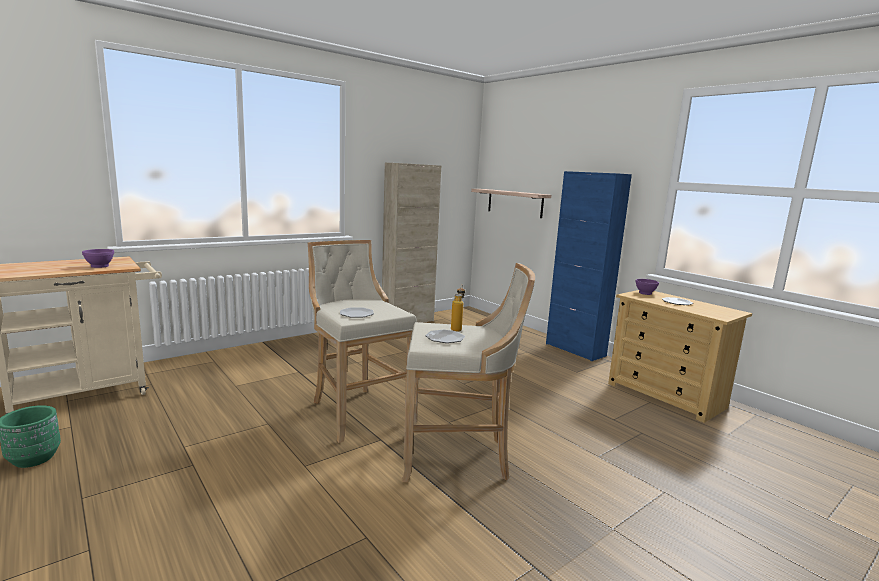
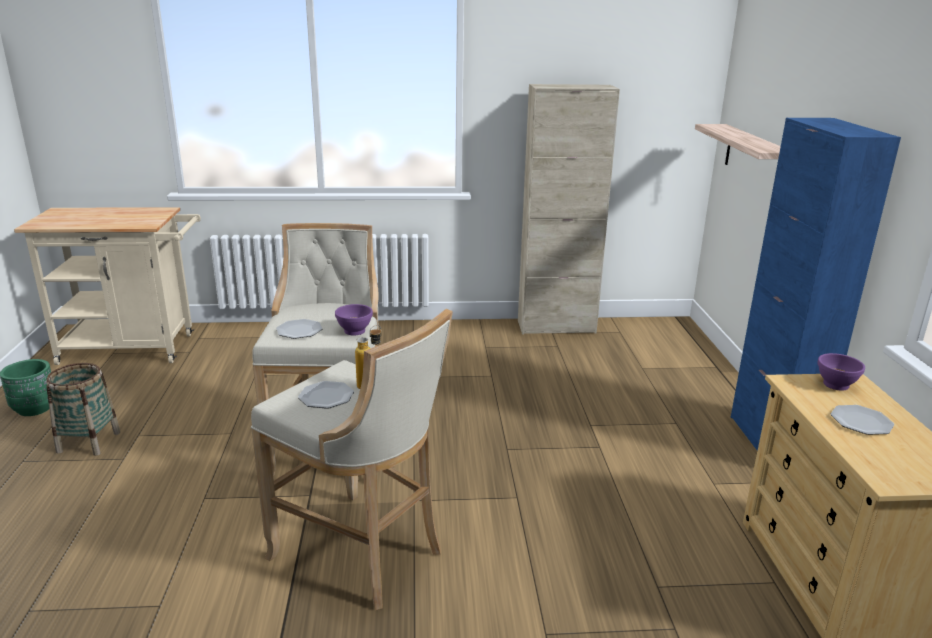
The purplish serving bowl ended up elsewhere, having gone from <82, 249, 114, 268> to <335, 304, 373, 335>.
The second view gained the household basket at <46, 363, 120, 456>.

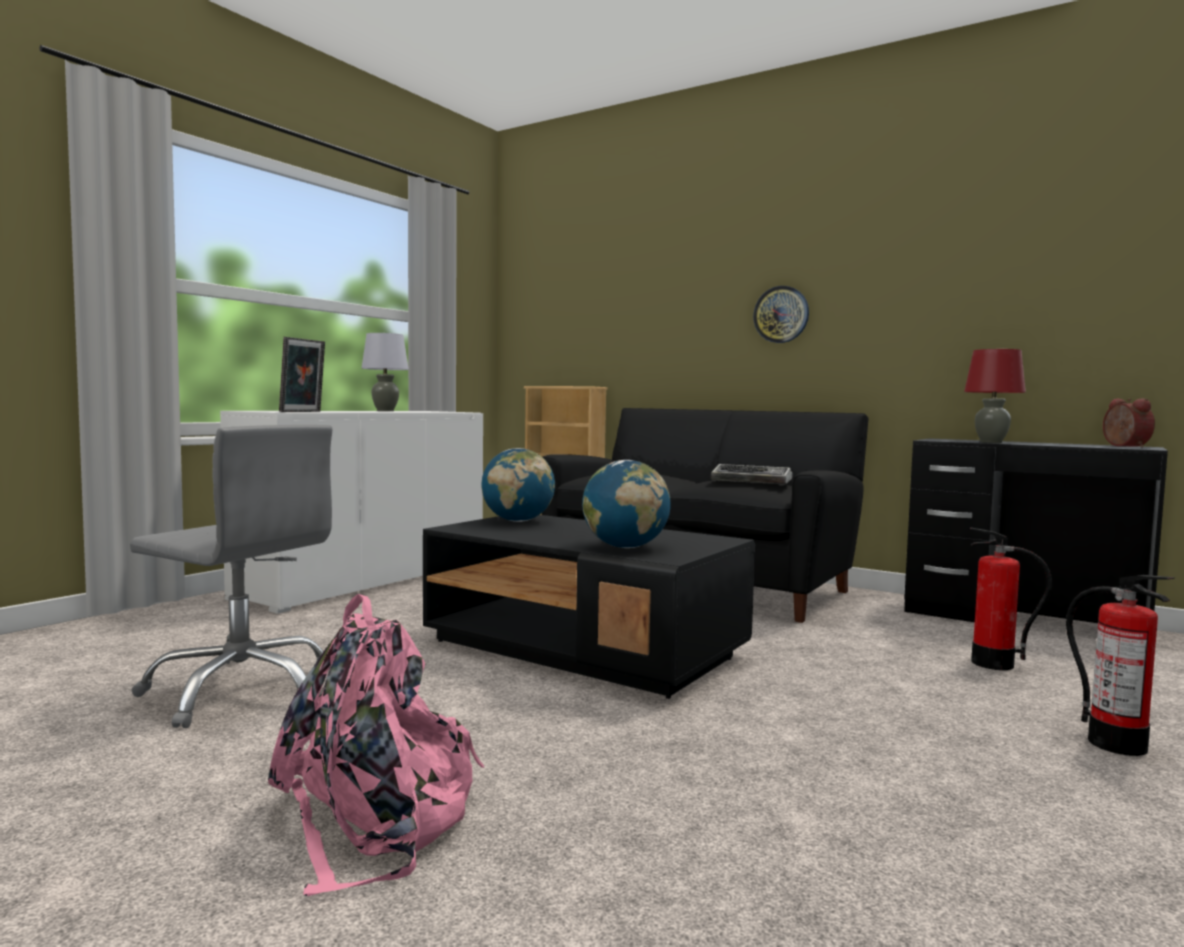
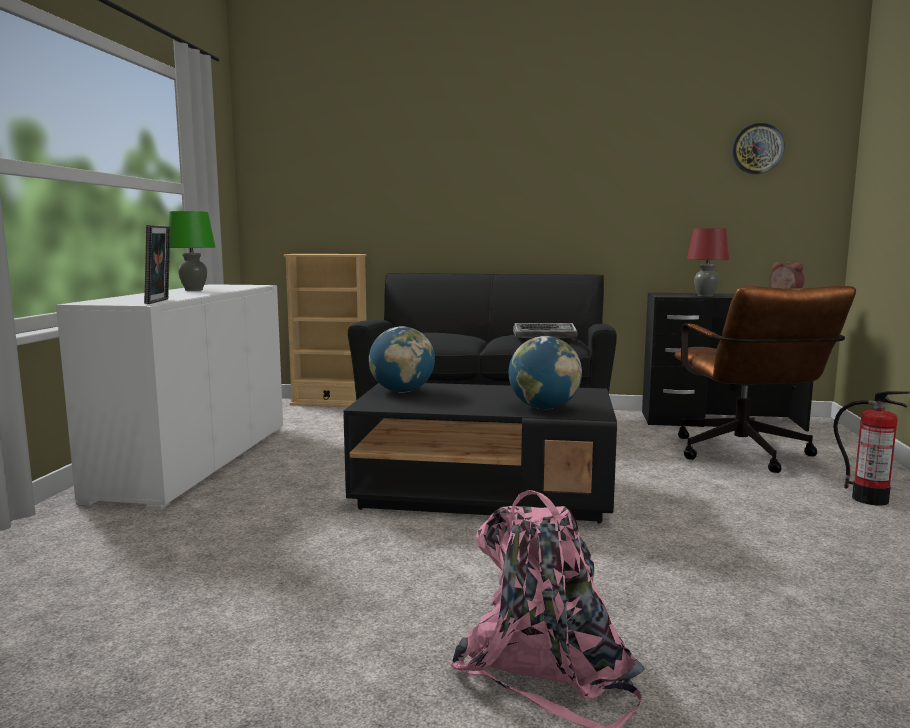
The hanging clock ended up elsewhere, having gone from <753, 286, 809, 343> to <732, 123, 785, 174>.
What was the greyish tabletop lamp at <361, 333, 409, 411> turned into the green tabletop lamp at <168, 211, 216, 291>.
The second view lost the greyish desk chair at <130, 425, 332, 728>.
Where the fire-fighting cylinder stood at <970, 527, 1052, 670>, the brownish desk chair came to stand at <675, 285, 856, 473>.

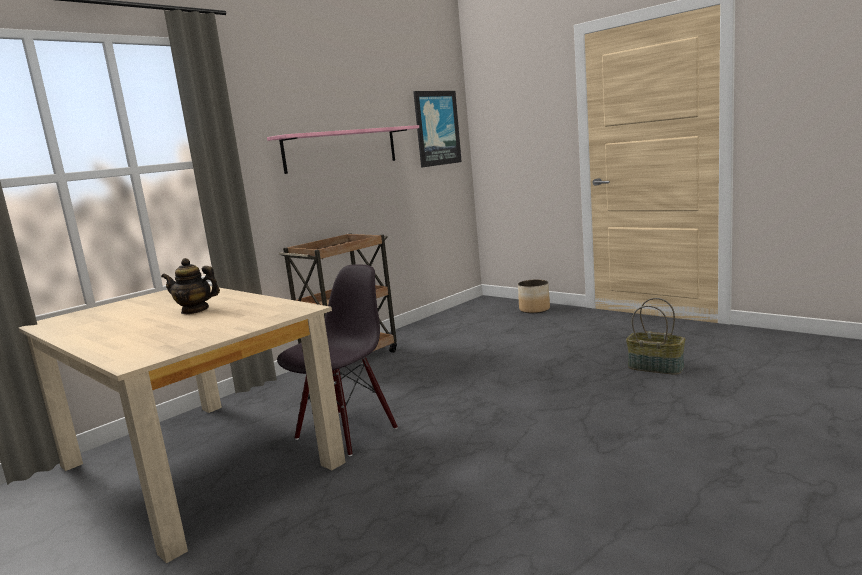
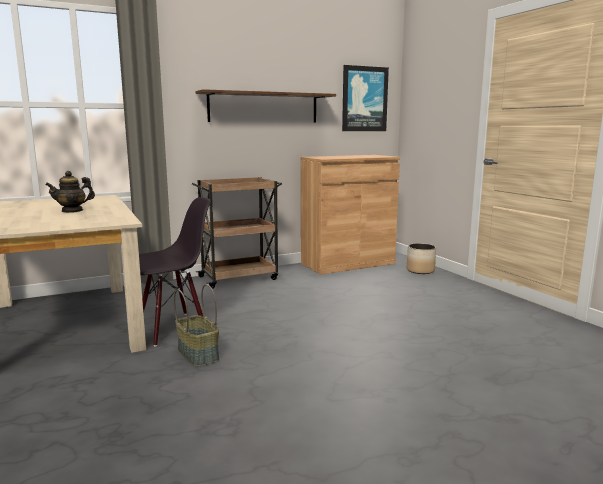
What was the pink bracket shelf at <267, 125, 419, 174> turned into the brownish bracket shelf at <196, 89, 336, 122>.
The pot for tea at <161, 258, 220, 314> ended up facing another way, 60 degrees counterclockwise from before.
The household basket ended up elsewhere, having gone from <626, 298, 685, 375> to <174, 284, 219, 366>.
The second view gained the brownish cupboard at <301, 155, 400, 275>.

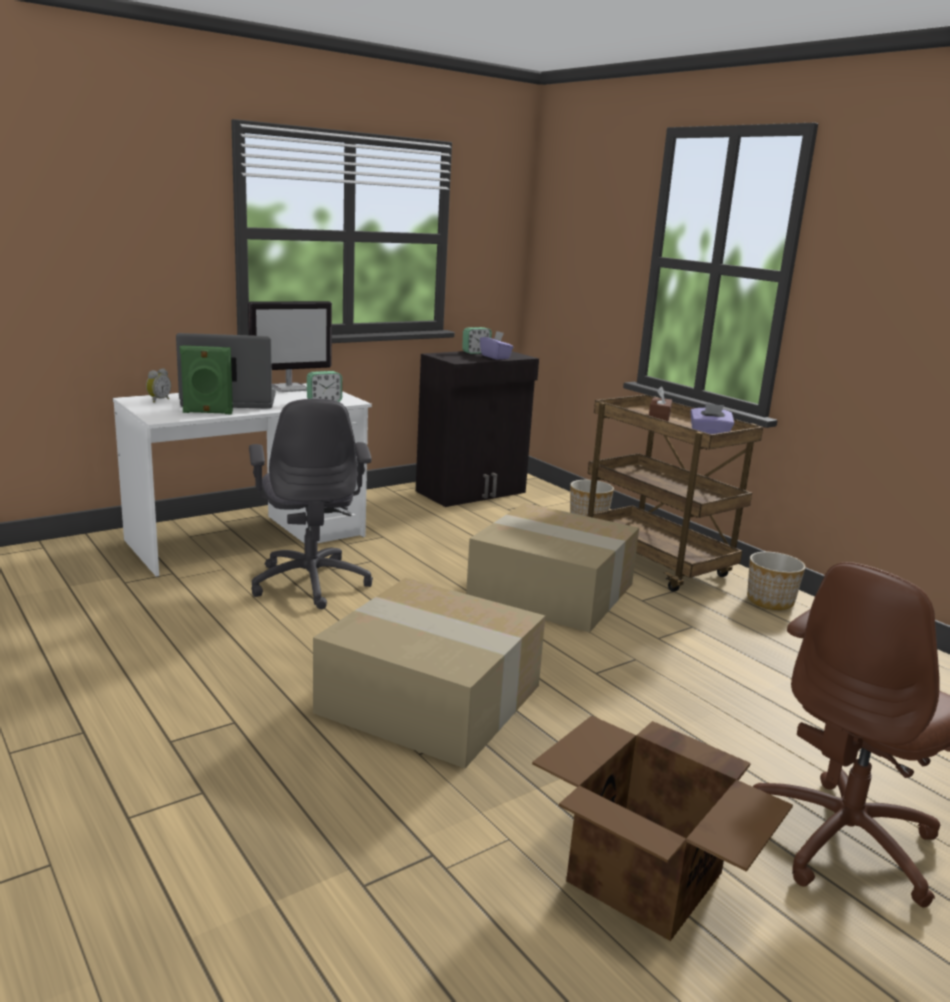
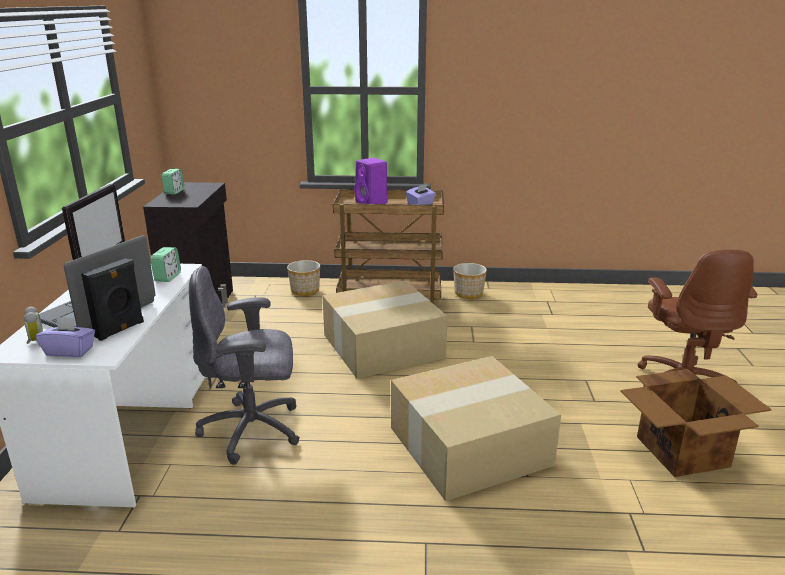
The purplish box of tissues ended up elsewhere, having gone from <480, 331, 514, 359> to <36, 316, 95, 357>.
What was the green audio speaker at <180, 345, 233, 414> turned into the black audio speaker at <81, 258, 144, 341>.
Where the brownish box of tissues stood at <649, 386, 672, 421>, the purplish audio speaker came to stand at <354, 158, 388, 204>.
The greyish desk chair at <249, 399, 373, 609> ended up facing another way, 150 degrees clockwise from before.

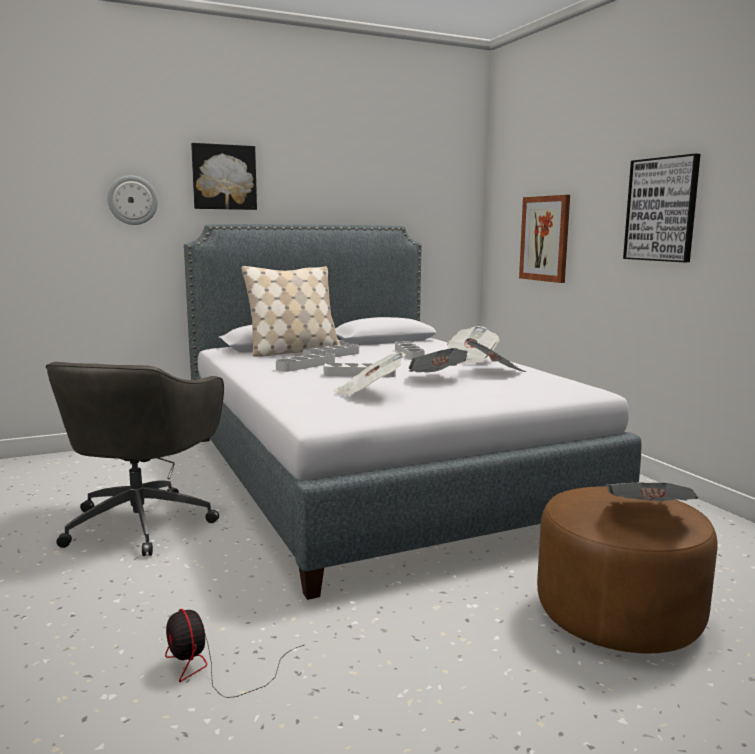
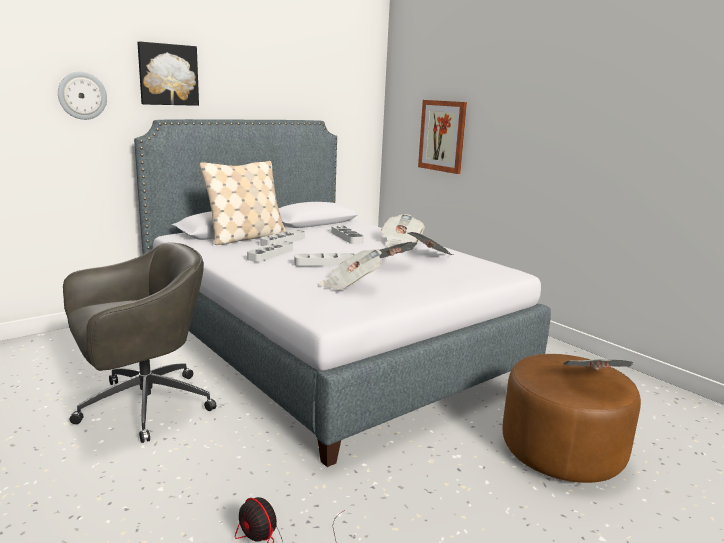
The second view lost the wall picture at <623, 153, 701, 262>.
The greyish desk chair at <46, 362, 224, 556> ended up facing another way, 120 degrees counterclockwise from before.

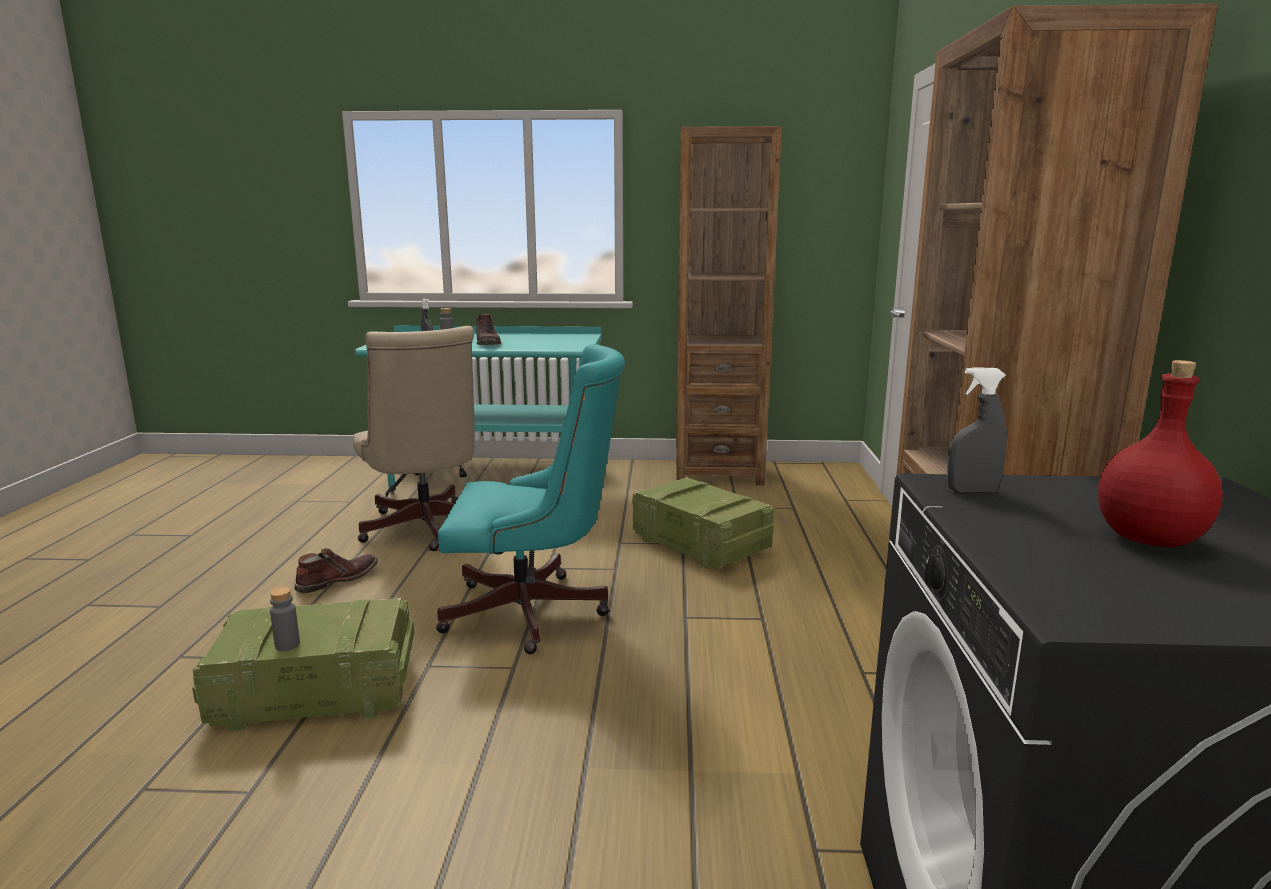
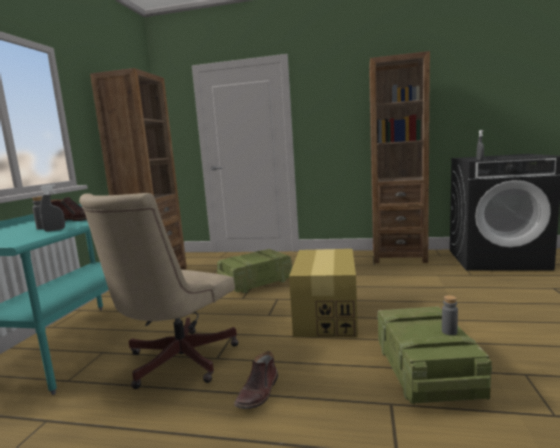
The beige desk chair at <353, 326, 475, 551> ended up facing another way, 135 degrees clockwise from before.
Where the blue-green desk chair stood at <436, 344, 625, 654>, the packing box came to stand at <289, 249, 358, 337>.
The second view lost the red bottle at <1098, 360, 1223, 547>.
The brownish tall boot at <294, 548, 378, 593> ended up facing another way, 120 degrees counterclockwise from before.

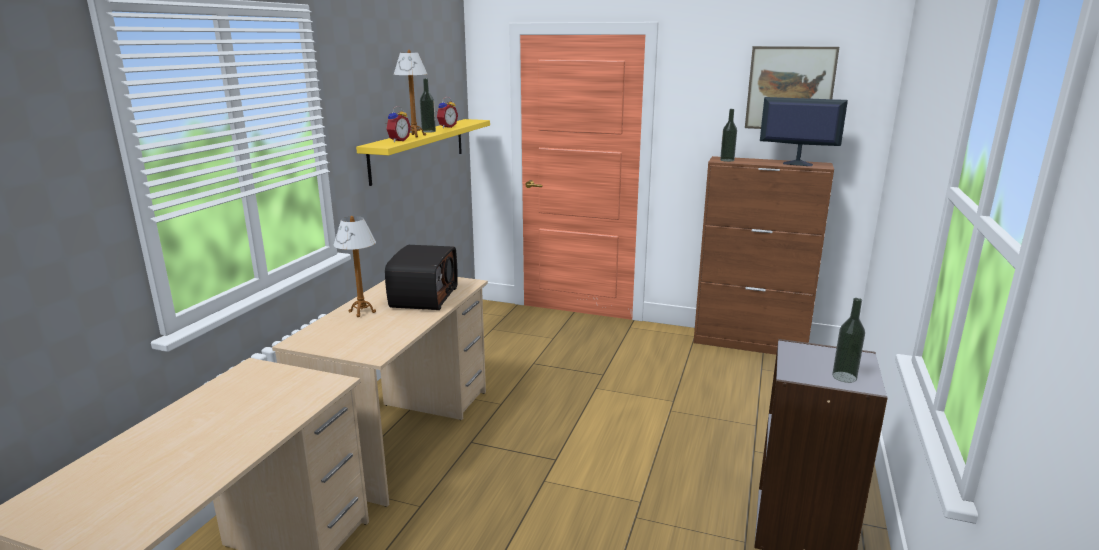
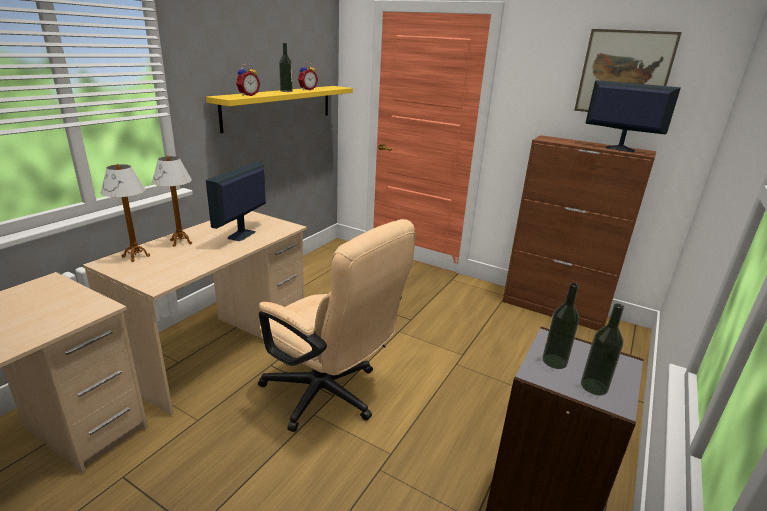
The tabletop lamp ended up elsewhere, having gone from <394, 50, 427, 138> to <101, 164, 150, 262>.
The bottle ended up elsewhere, having gone from <720, 109, 737, 162> to <543, 282, 579, 369>.
Where the radio set stood at <385, 245, 458, 310>, the computer display came to stand at <206, 161, 266, 241>.
The second view gained the beige desk chair at <258, 219, 416, 432>.

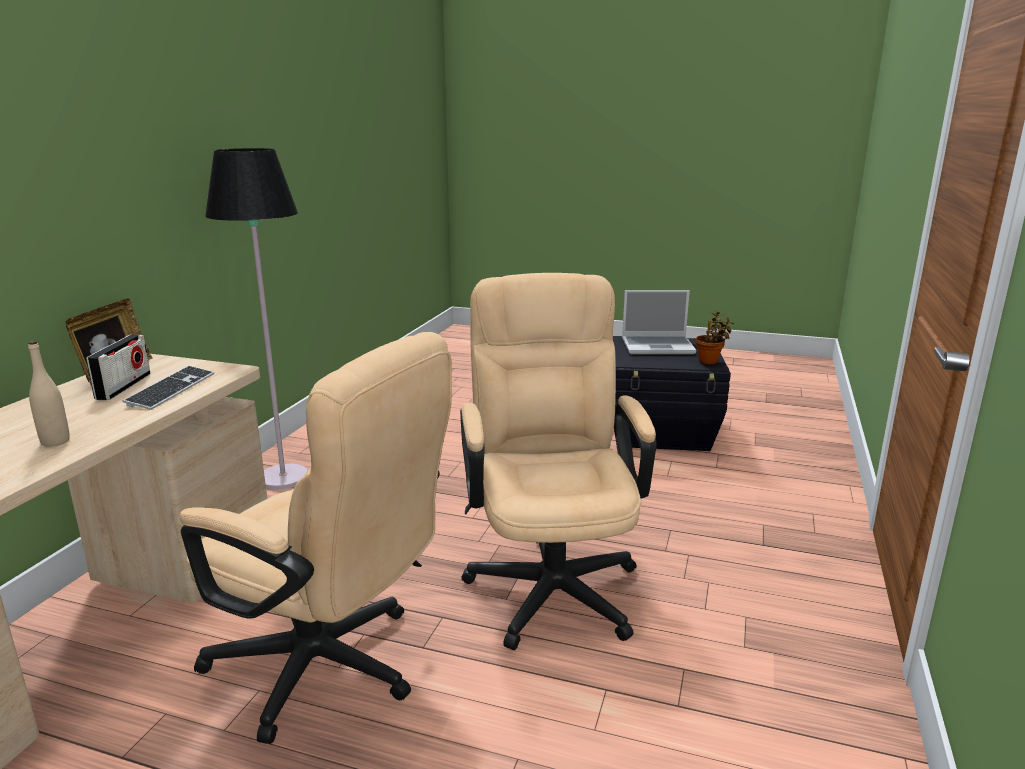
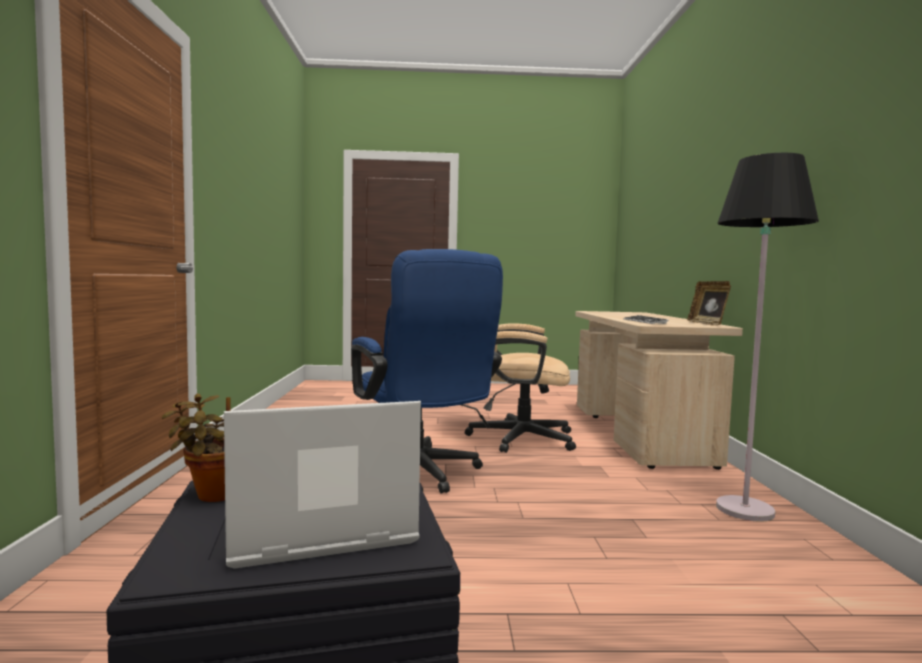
What was the beige desk chair at <460, 273, 657, 650> turned into the blue desk chair at <351, 249, 503, 493>.
The second view lost the radio set at <86, 334, 151, 400>.
The second view lost the beige bottle at <28, 341, 70, 447>.

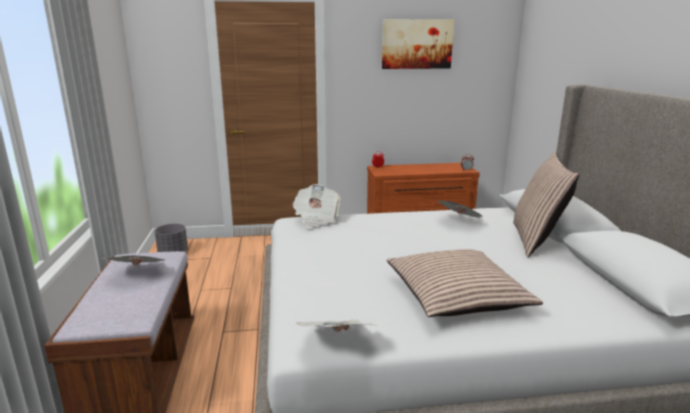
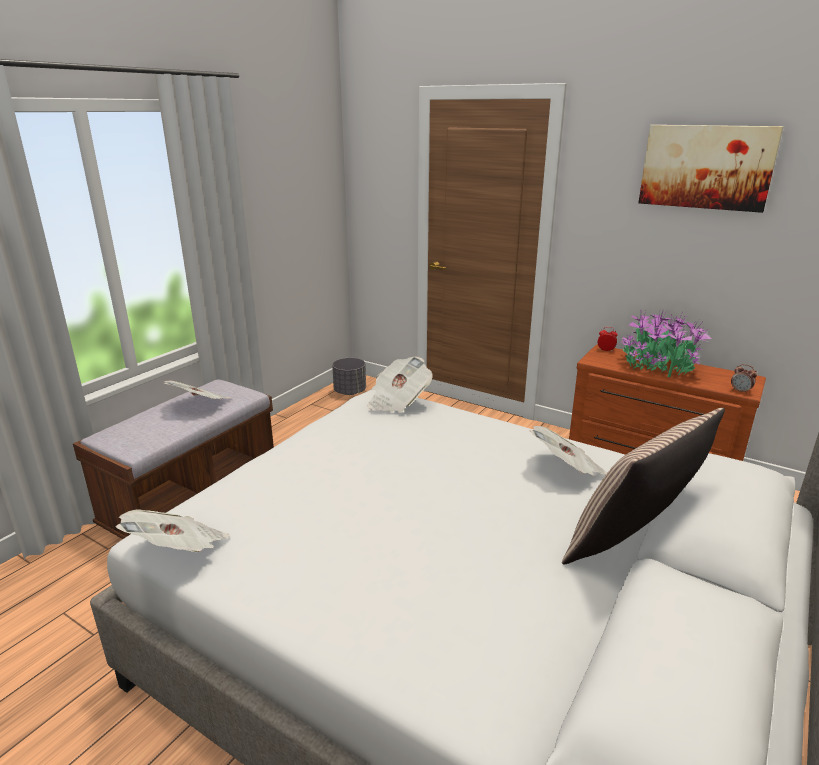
The second view lost the throw pillow at <387, 249, 543, 317>.
The second view gained the plant in a pot at <620, 309, 712, 377>.

